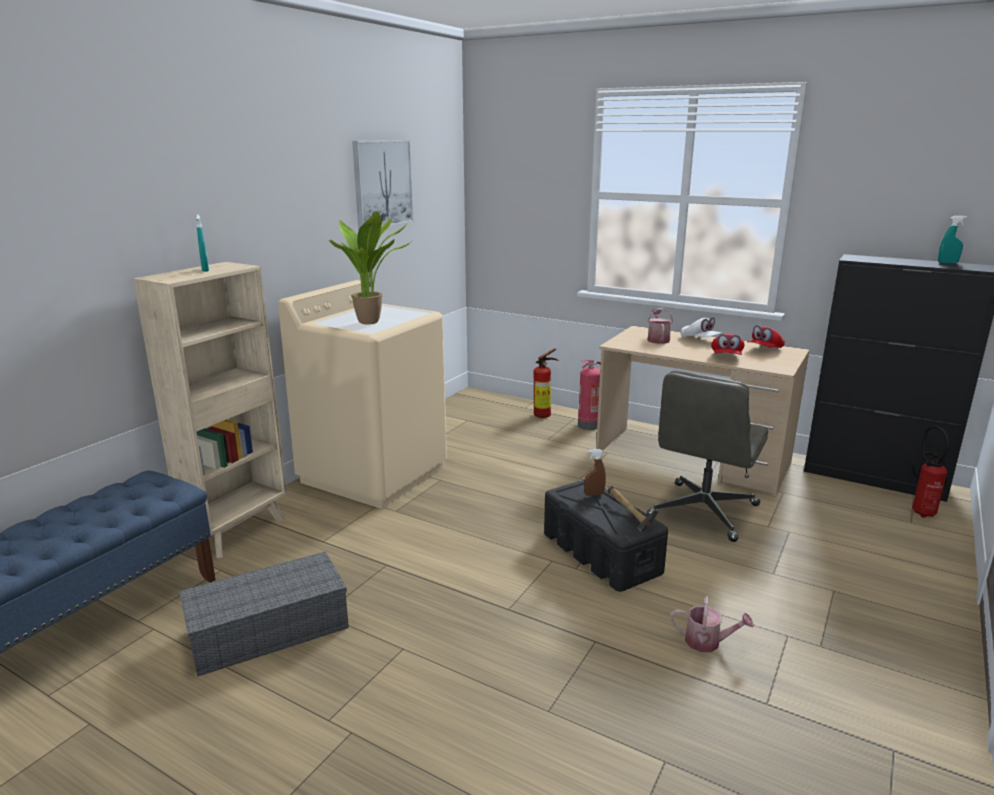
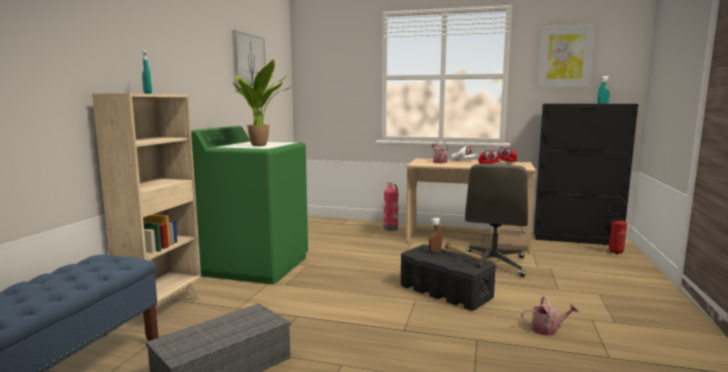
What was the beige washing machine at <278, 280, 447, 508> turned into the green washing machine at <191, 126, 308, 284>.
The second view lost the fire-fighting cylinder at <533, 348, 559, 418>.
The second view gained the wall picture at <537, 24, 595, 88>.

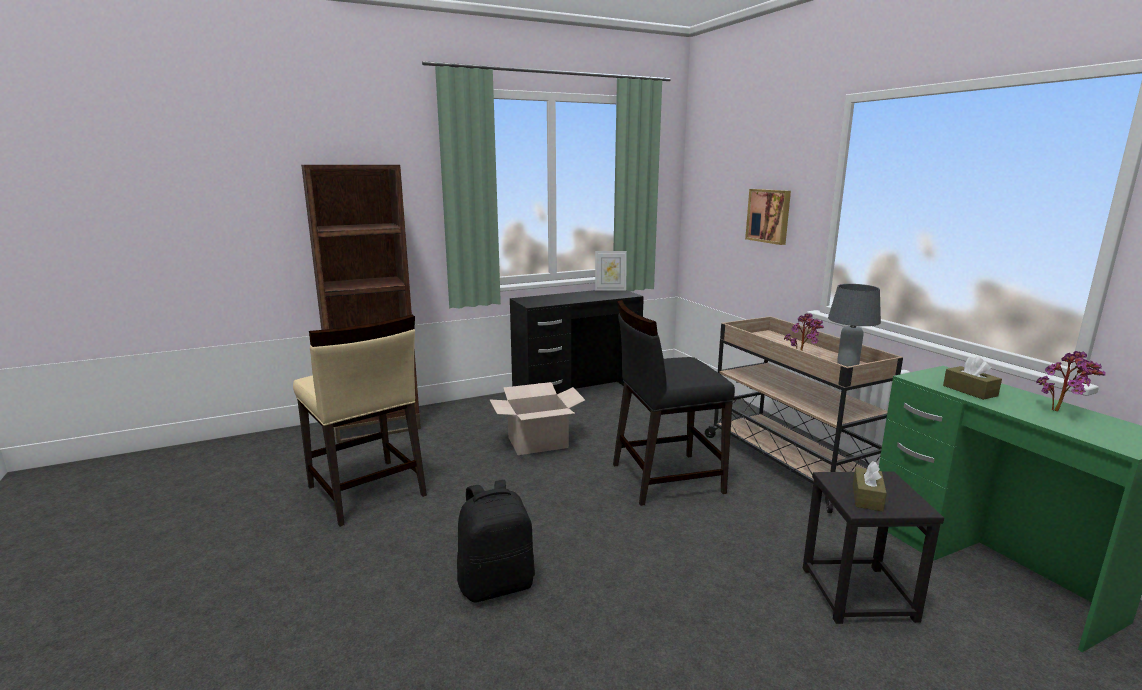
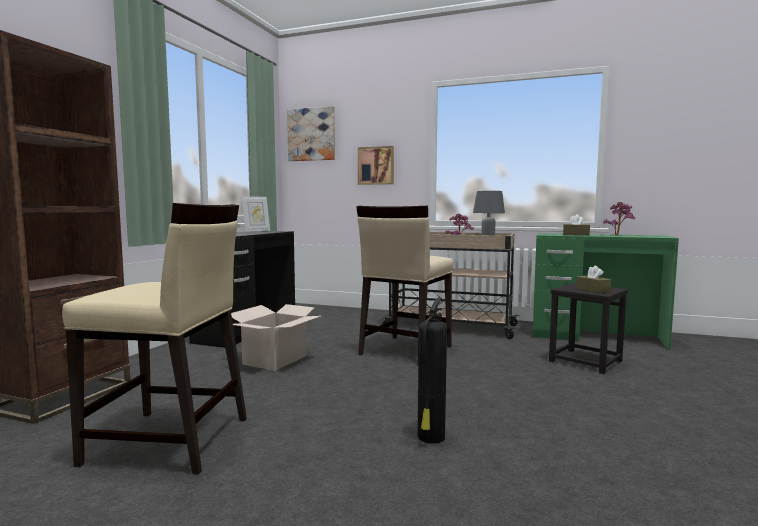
What was the black plain chair at <613, 300, 735, 506> turned into the beige plain chair at <356, 206, 453, 357>.
Where the black knapsack stood at <457, 480, 535, 602>, the fire-fighting cylinder came to stand at <418, 298, 447, 444>.
The second view gained the wall picture at <287, 106, 335, 161>.

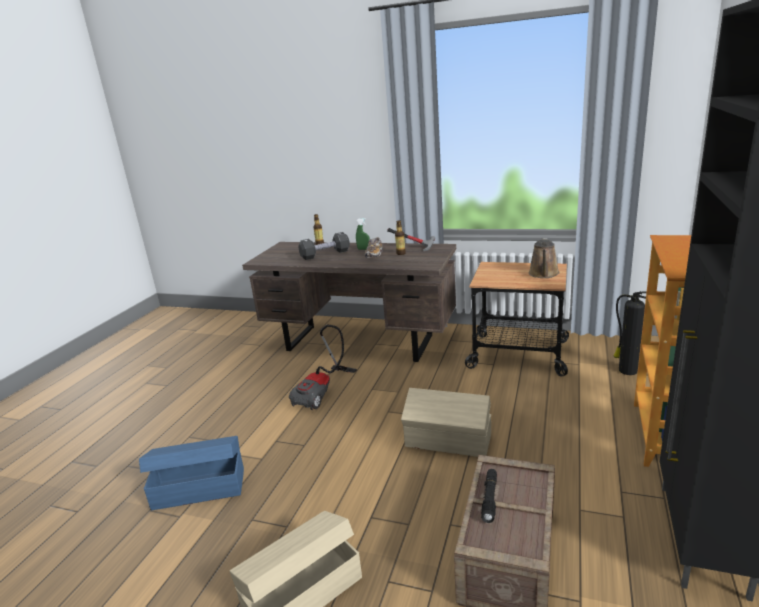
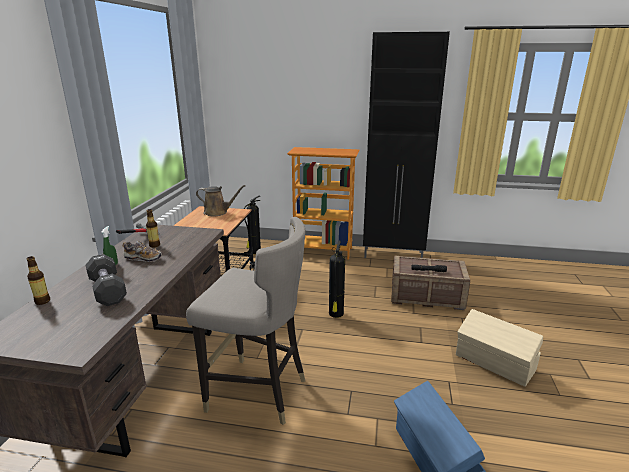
Where the vacuum cleaner stood at <289, 325, 357, 410>, the greyish stool came to stand at <186, 217, 306, 425>.
Where the beige storage bin stood at <401, 388, 491, 457>, the fire-fighting cylinder came to stand at <329, 241, 345, 318>.

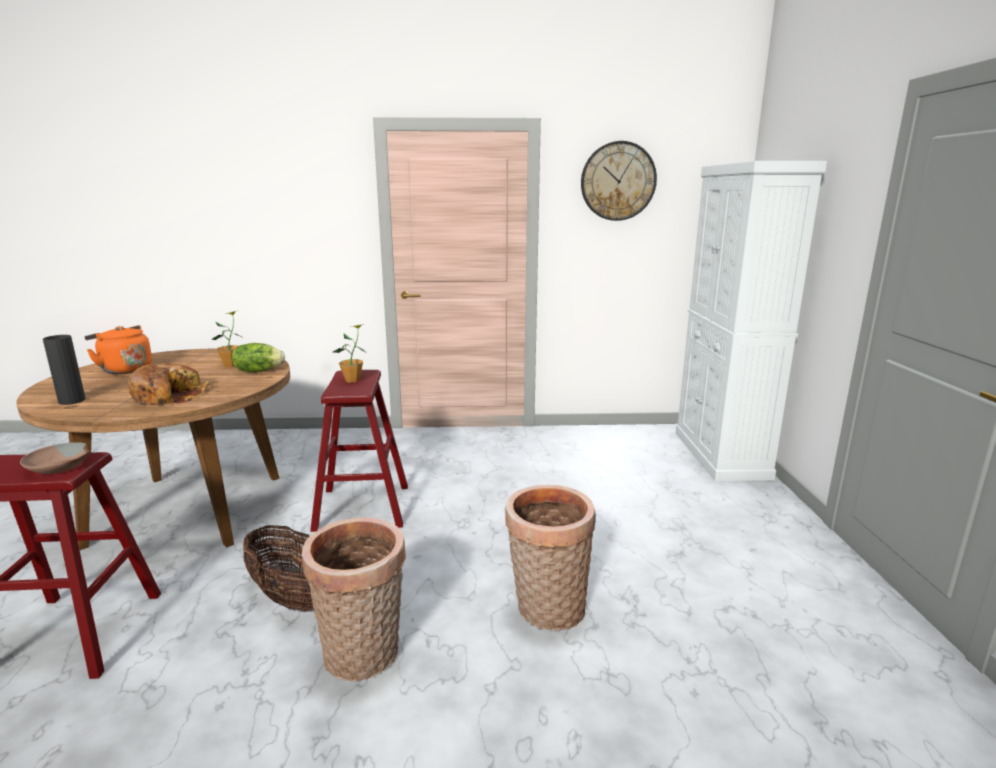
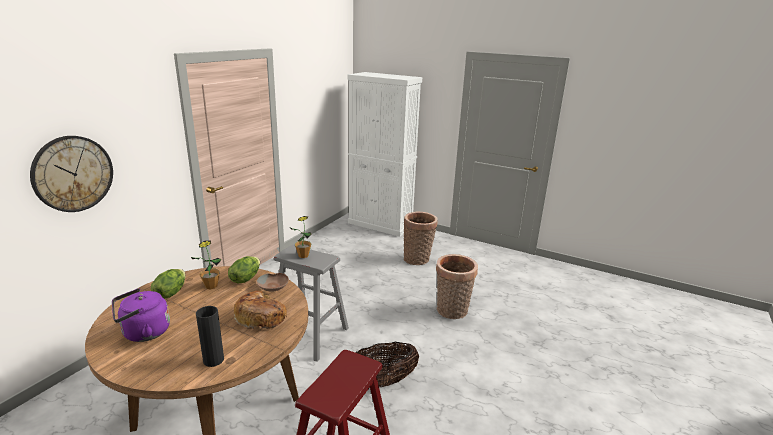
The hanging clock ended up elsewhere, having gone from <581, 141, 657, 221> to <30, 136, 113, 212>.
What was the orange tea kettle at <84, 325, 152, 374> turned into the purplish tea kettle at <112, 288, 170, 342>.
What was the red stool at <310, 370, 408, 532> turned into the greyish stool at <274, 245, 349, 362>.
The brownish serving bowl ended up elsewhere, having gone from <20, 442, 90, 474> to <256, 273, 289, 292>.
The household basket ended up elsewhere, having gone from <302, 517, 406, 681> to <404, 212, 438, 265>.
The second view gained the lettuce at <151, 269, 186, 299>.

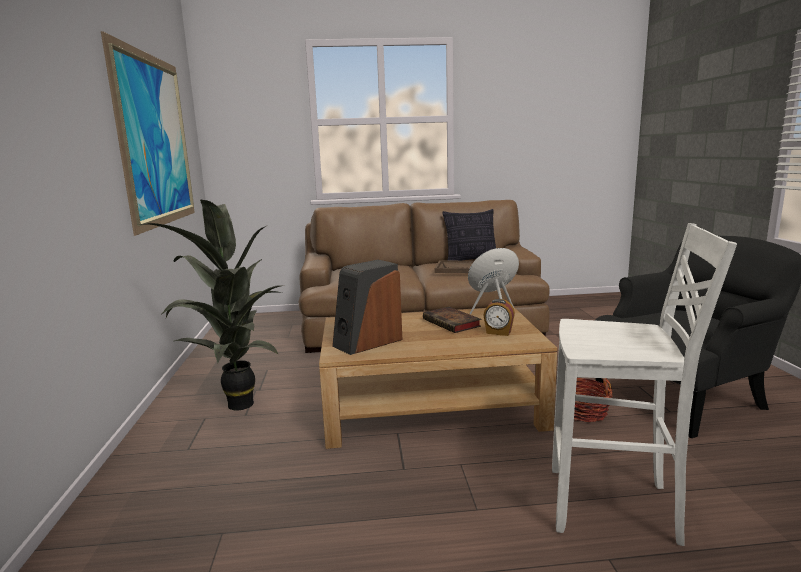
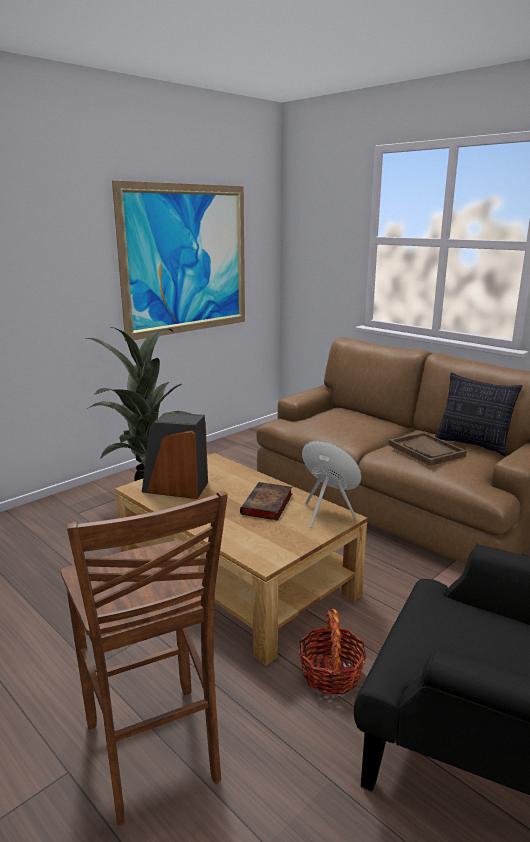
What was the whitish stool at <552, 223, 737, 546> turned into the brownish stool at <61, 491, 228, 825>.
The second view lost the table clock at <483, 299, 515, 336>.

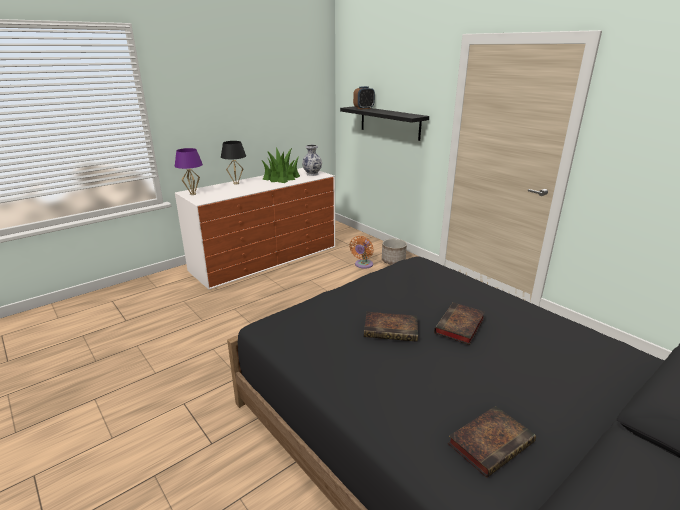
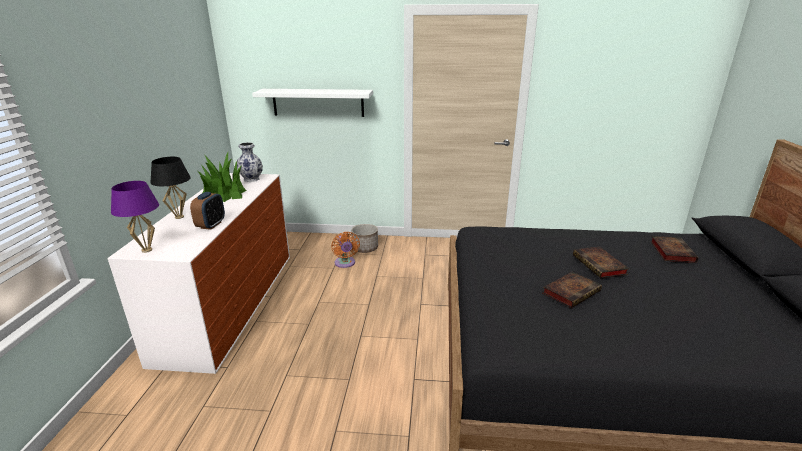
The table clock ended up elsewhere, having gone from <353, 86, 375, 109> to <190, 192, 225, 230>.
What was the black bracket shelf at <340, 106, 429, 141> turned into the whitish bracket shelf at <252, 89, 373, 117>.
The book ended up elsewhere, having gone from <448, 406, 536, 478> to <650, 236, 698, 263>.

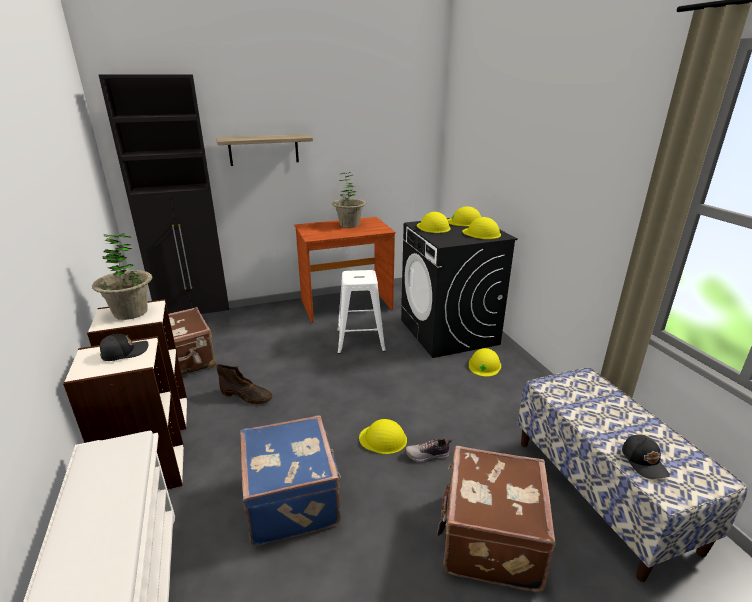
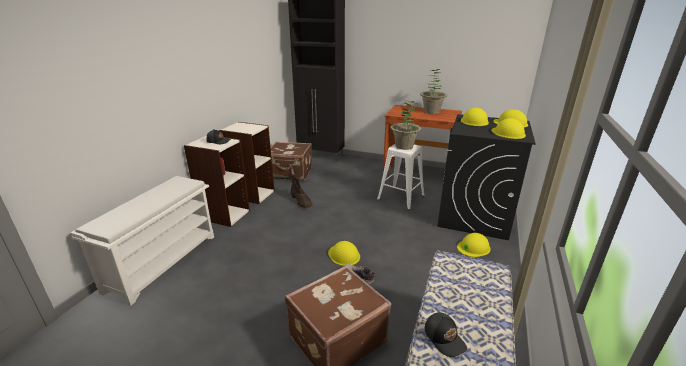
The second view lost the bracket shelf at <216, 134, 313, 166>.
The plant in a pot ended up elsewhere, having gone from <92, 234, 152, 320> to <390, 100, 421, 150>.
The second view lost the blue piece of luggage at <240, 415, 341, 546>.
The black cap at <622, 435, 670, 479> ended up facing another way, 60 degrees counterclockwise from before.

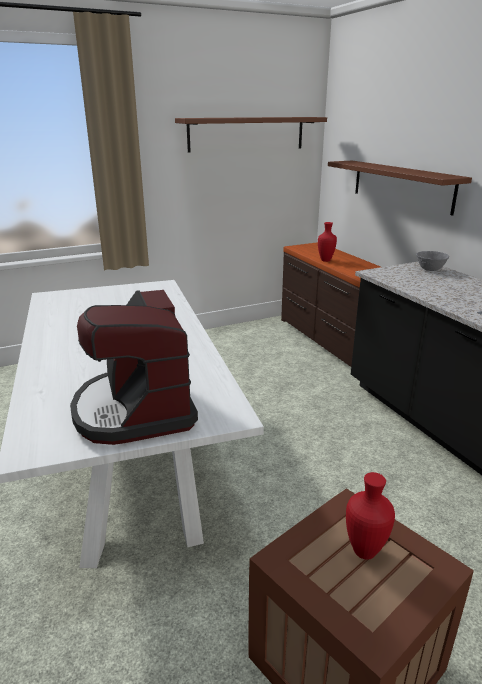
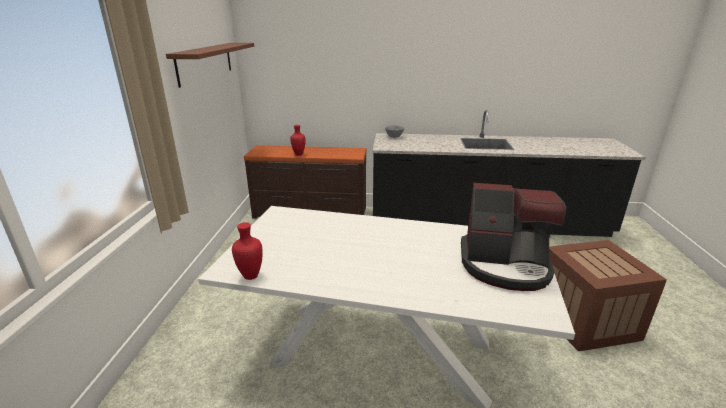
The second view lost the brownish bracket shelf at <328, 161, 472, 216>.
The red flower vase ended up elsewhere, having gone from <346, 472, 395, 560> to <232, 222, 263, 280>.

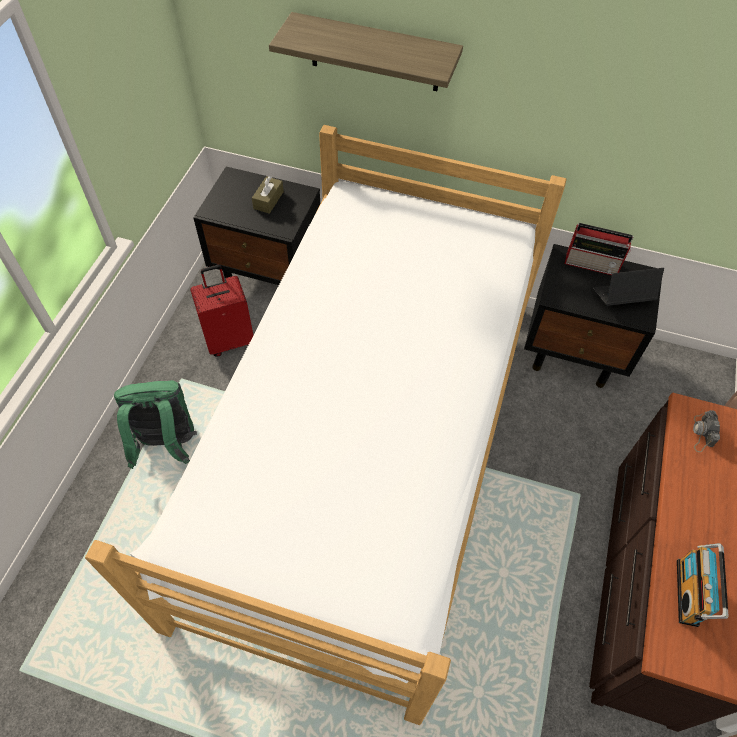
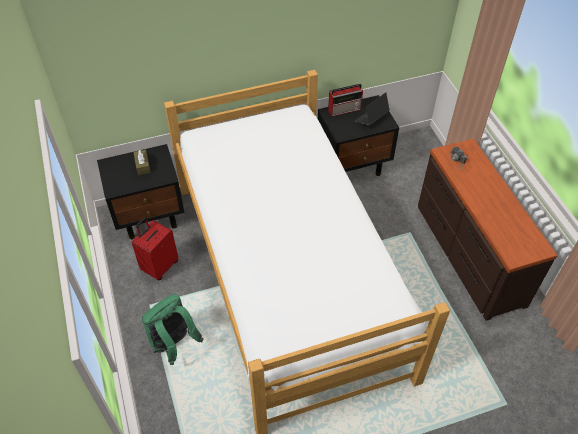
The second view lost the bracket shelf at <269, 12, 463, 91>.
The second view lost the radio set at <677, 543, 729, 627>.

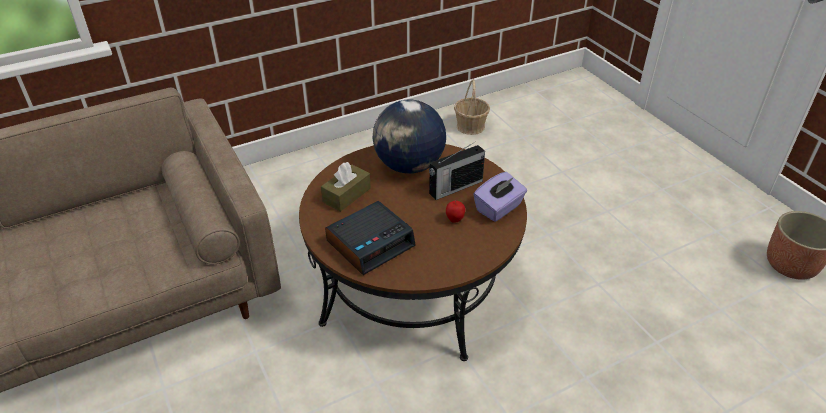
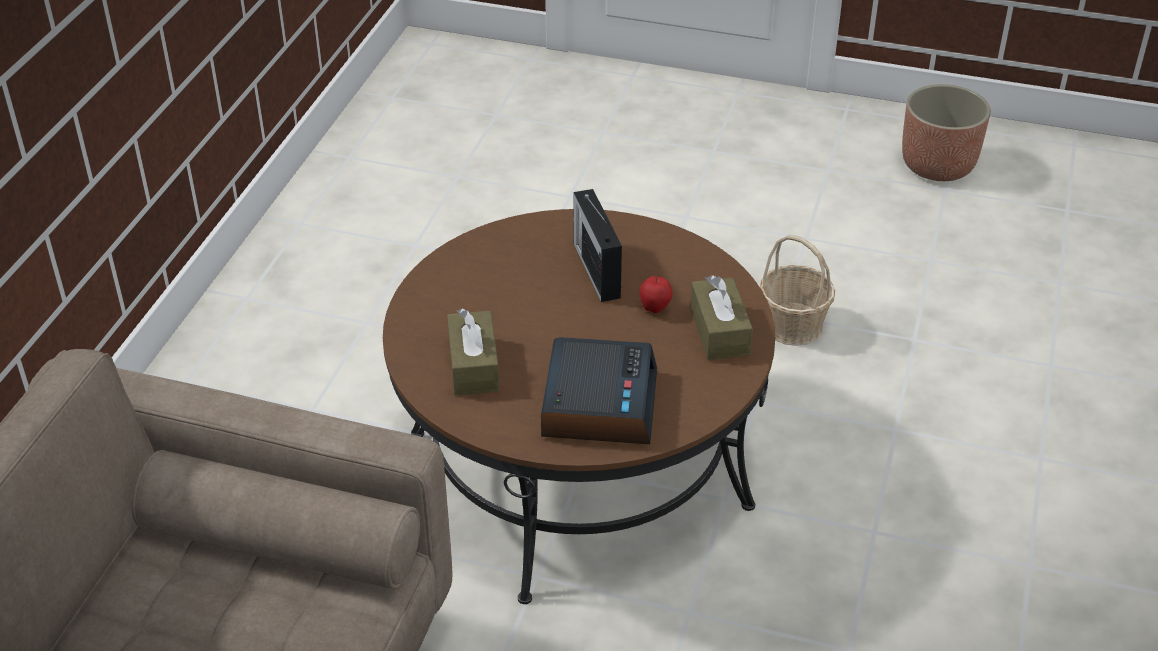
The household basket ended up elsewhere, having gone from <454, 79, 490, 135> to <760, 235, 835, 346>.
The second view lost the globe at <373, 100, 446, 174>.
The radio set at <429, 141, 485, 200> ended up facing another way, 150 degrees clockwise from before.
The second view lost the purplish box of tissues at <473, 172, 527, 222>.
The second view gained the brownish box of tissues at <690, 275, 753, 360>.

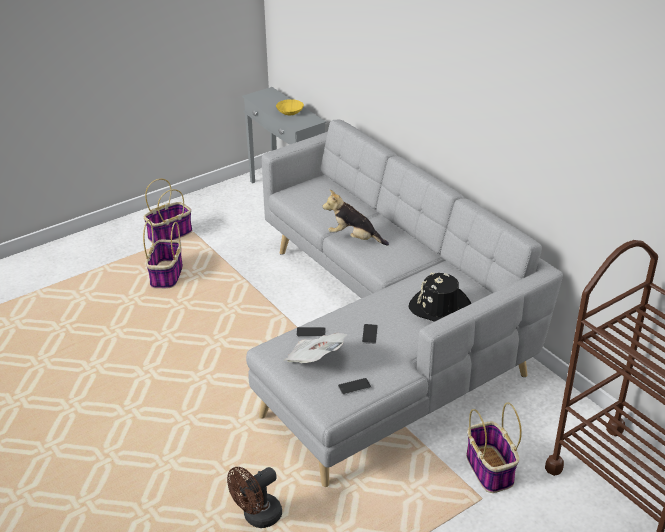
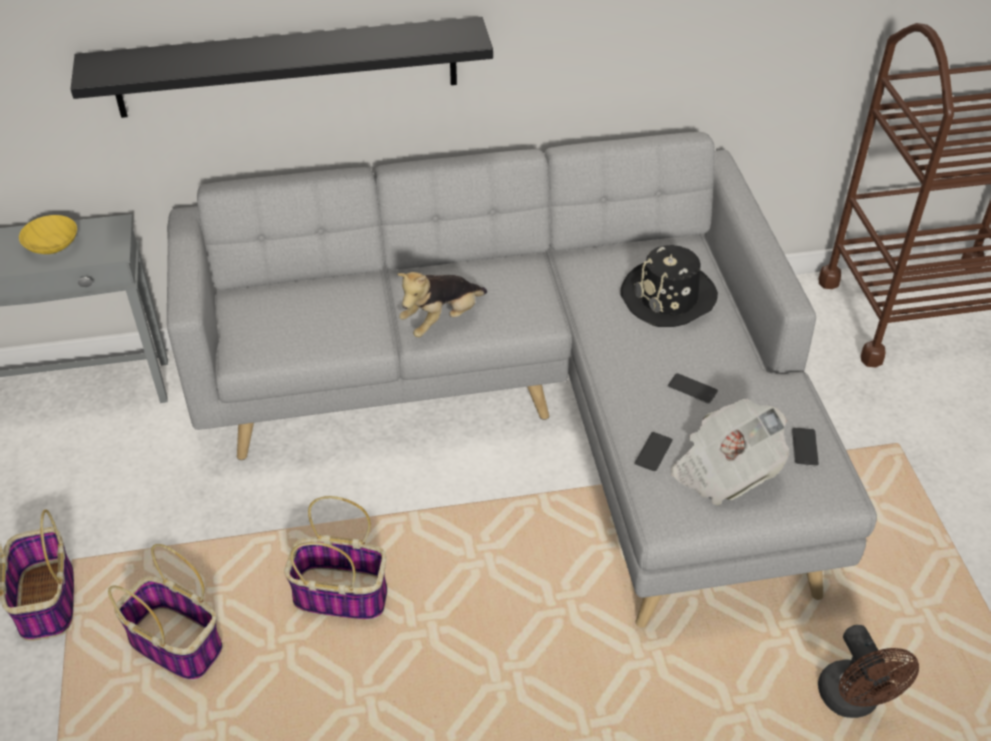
The household basket ended up elsewhere, having gone from <466, 402, 522, 493> to <284, 496, 387, 620>.
The second view gained the black bracket shelf at <71, 17, 493, 118>.

